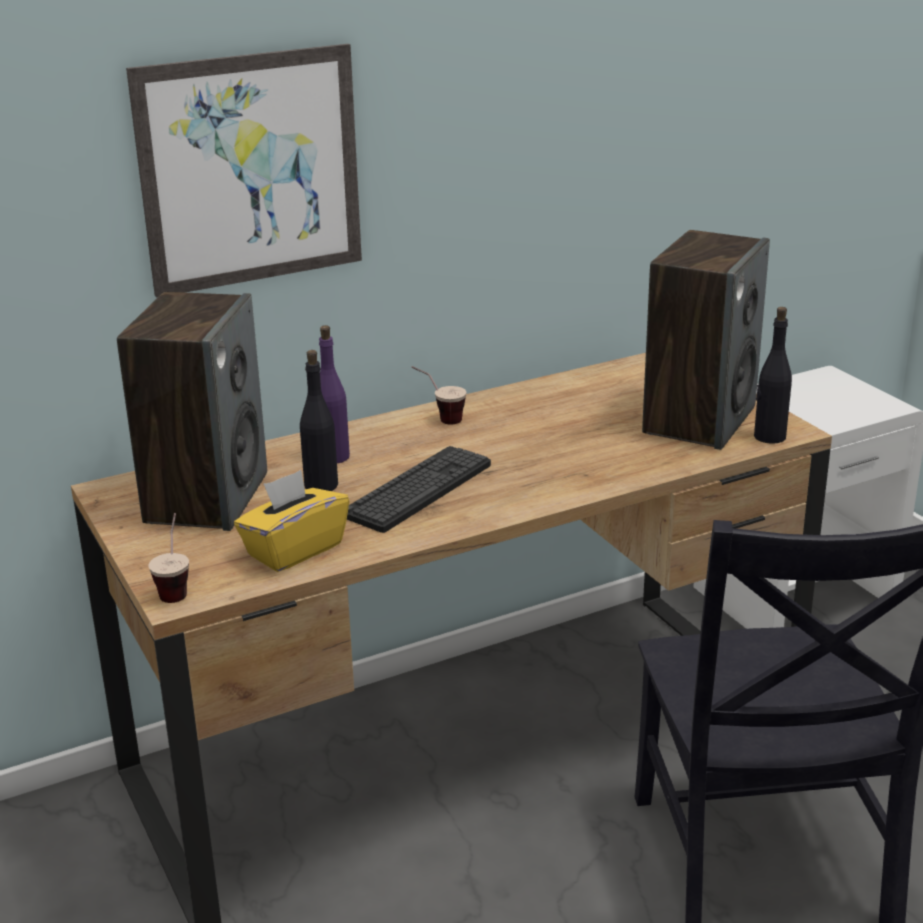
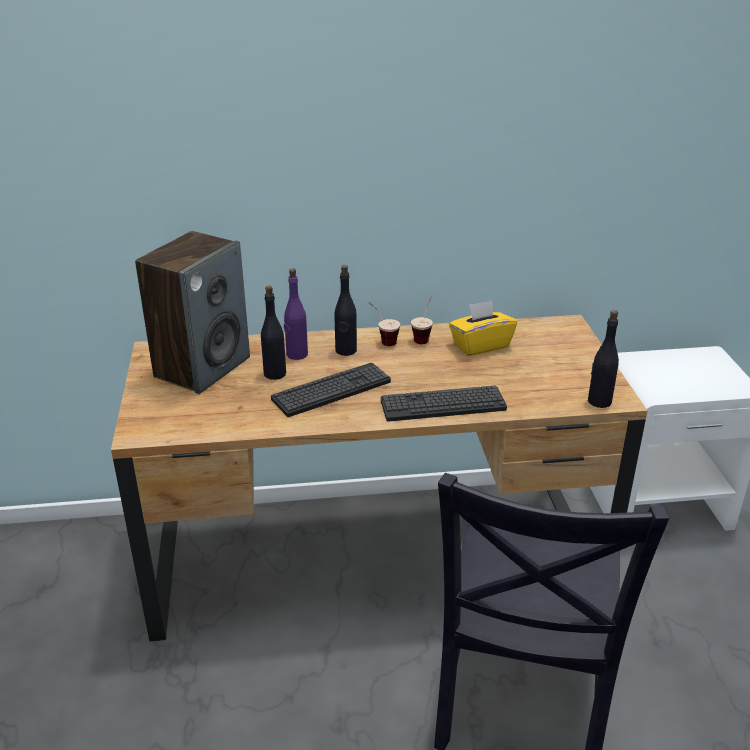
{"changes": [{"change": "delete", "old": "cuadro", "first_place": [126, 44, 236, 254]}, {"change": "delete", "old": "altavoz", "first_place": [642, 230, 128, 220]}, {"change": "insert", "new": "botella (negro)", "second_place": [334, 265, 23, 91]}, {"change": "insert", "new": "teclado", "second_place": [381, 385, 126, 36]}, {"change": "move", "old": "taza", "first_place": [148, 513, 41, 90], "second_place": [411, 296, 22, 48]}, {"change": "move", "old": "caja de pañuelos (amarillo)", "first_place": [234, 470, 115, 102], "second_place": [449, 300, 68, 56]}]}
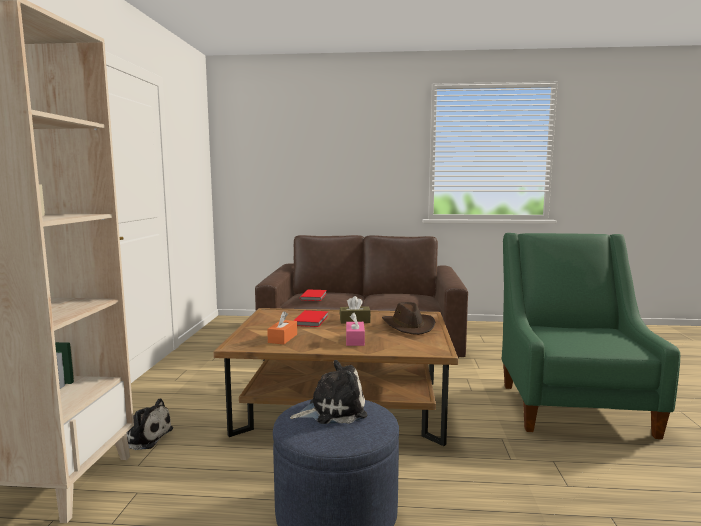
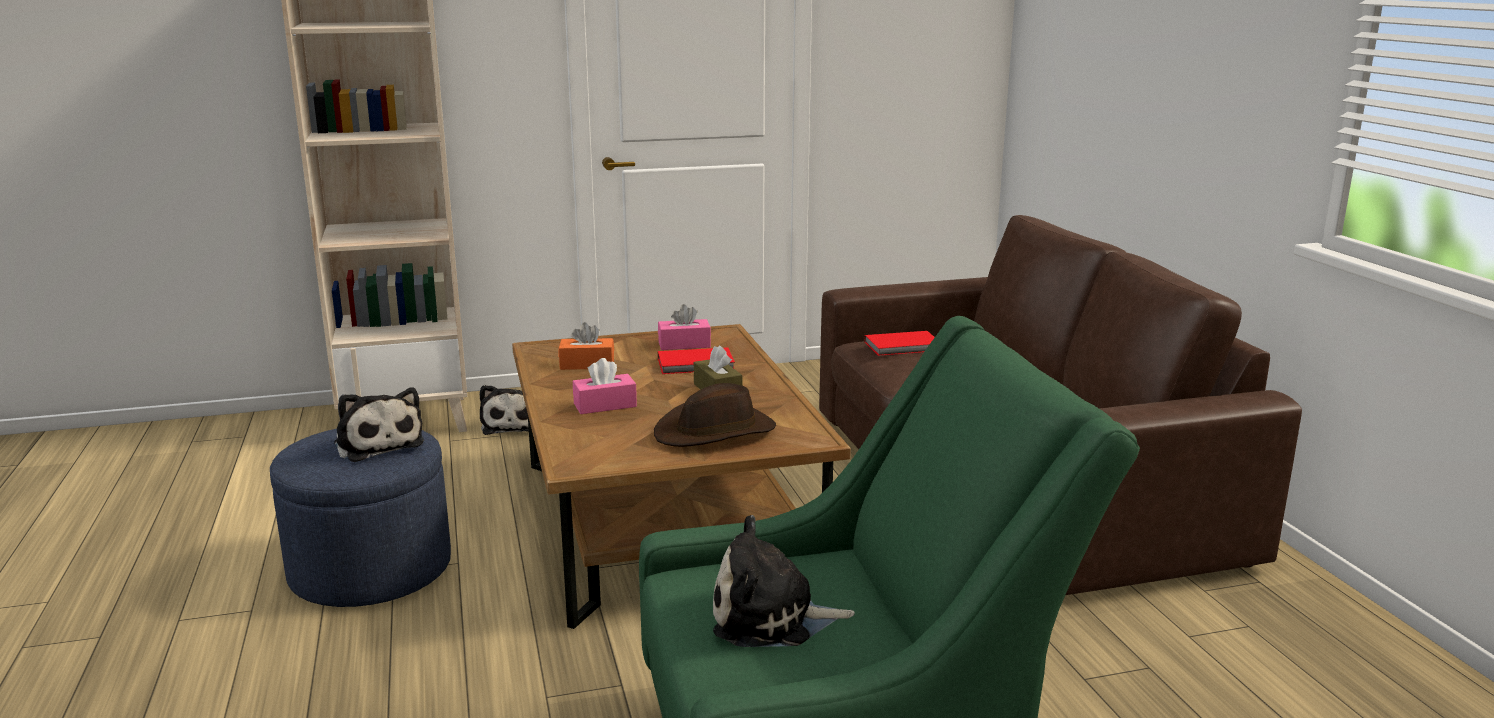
{"changes": [{"change": "insert", "new": "caja de pañuelos (rosa)", "second_place": [658, 304, 53, 46]}, {"change": "insert", "new": "peluche", "second_place": [713, 515, 142, 132]}]}
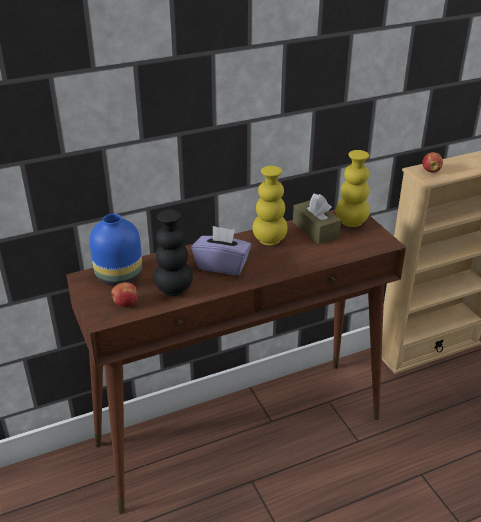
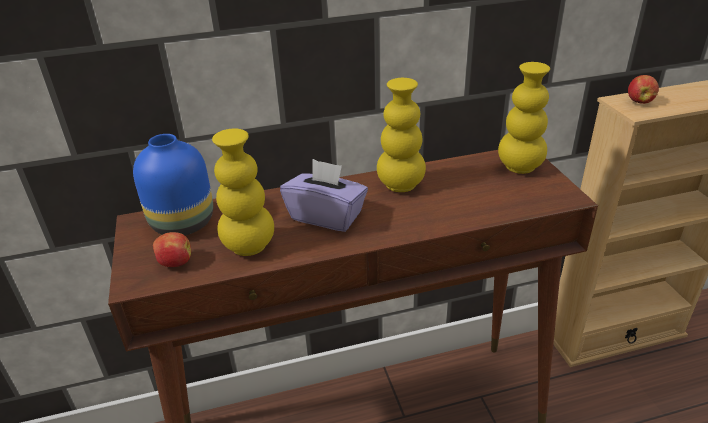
{"changes": [{"change": "delete", "old": "caja de pañuelos (marrón)", "first_place": [293, 194, 48, 50]}, {"change": "recolor", "old": "florero (negro)", "new": "florero (amarillo)", "first_place": [154, 210, 39, 86], "second_place": [212, 128, 62, 128]}]}
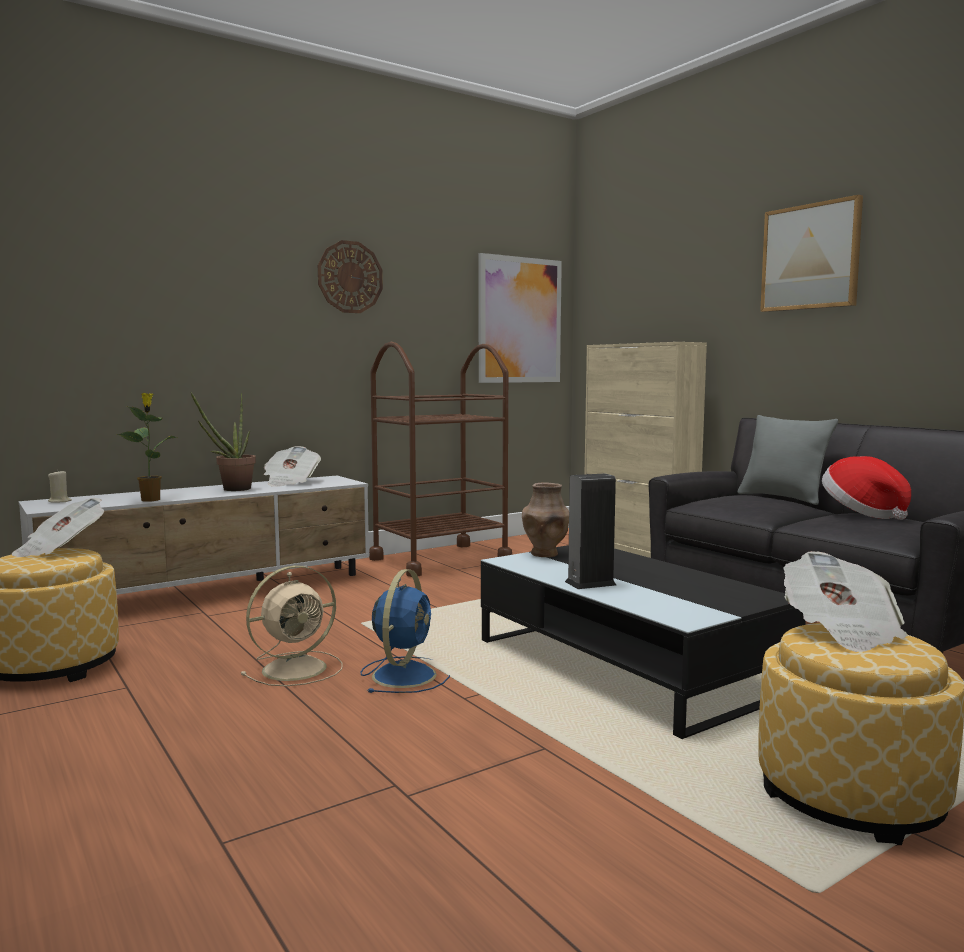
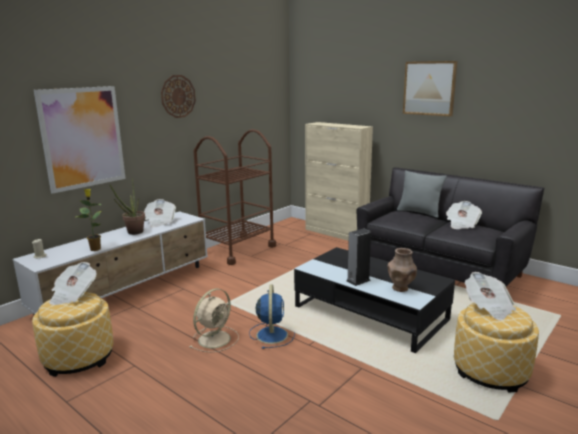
{"changes": [{"change": "move", "old": "cuadro", "first_place": [479, 253, 83, 130], "second_place": [34, 86, 92, 108]}, {"change": "move", "old": "florero (marrón)", "first_place": [522, 483, 47, 74], "second_place": [388, 248, 29, 44]}, {"change": "replace", "old": "sombrero", "new": "periódico", "first_place": [822, 456, 89, 64], "second_place": [446, 201, 36, 28]}]}
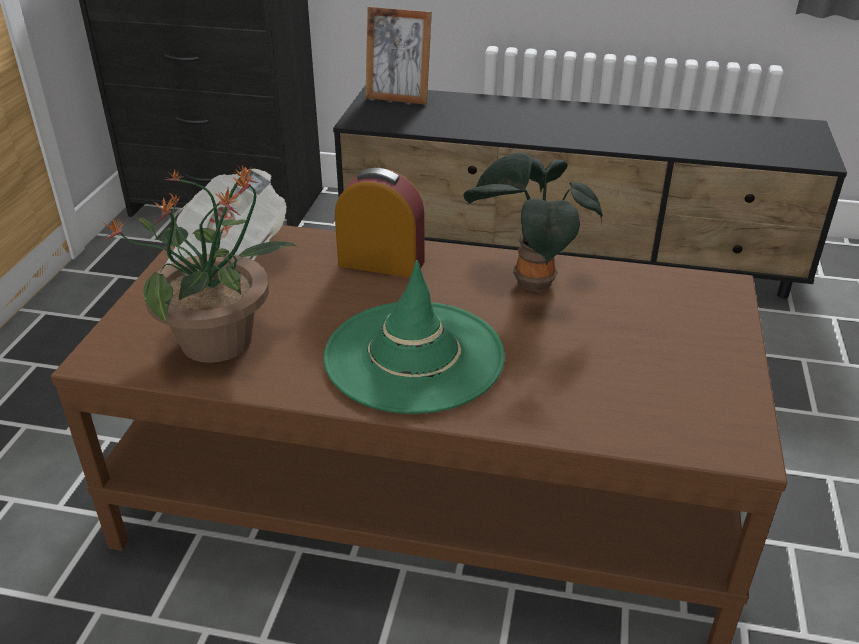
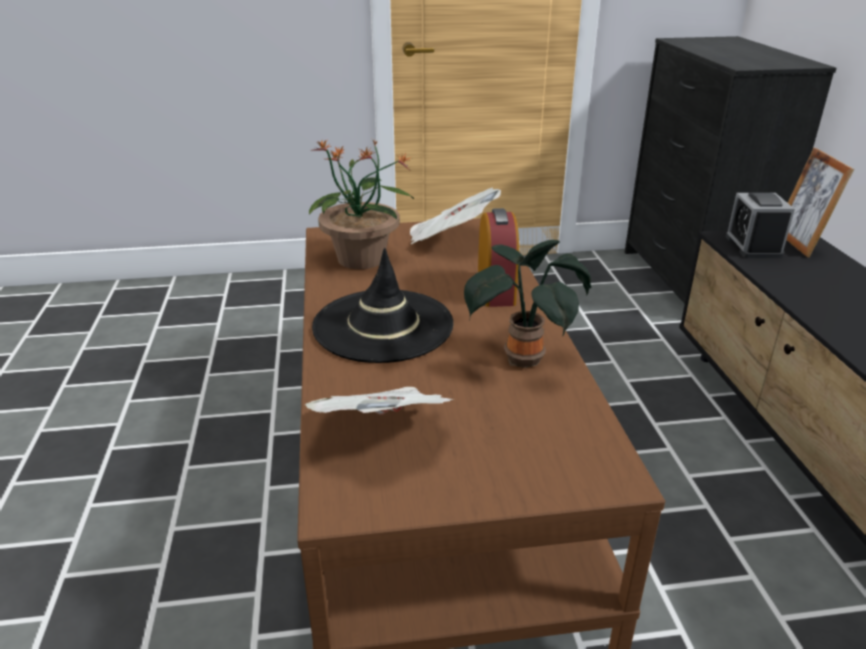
{"changes": [{"change": "insert", "new": "periódico", "second_place": [305, 387, 150, 28]}, {"change": "insert", "new": "despertador", "second_place": [726, 193, 69, 65]}, {"change": "recolor", "old": "sombrero (verde)", "new": "sombrero (negro)", "first_place": [323, 260, 182, 154], "second_place": [312, 248, 142, 115]}]}
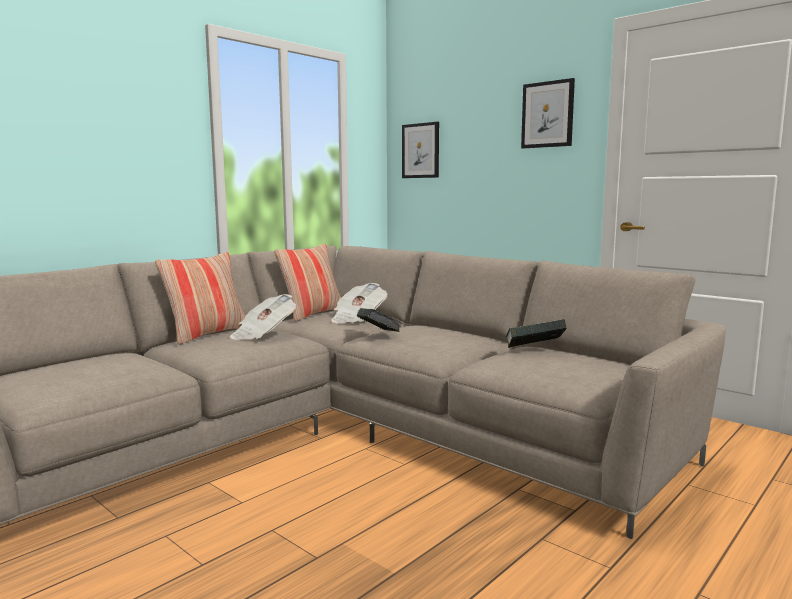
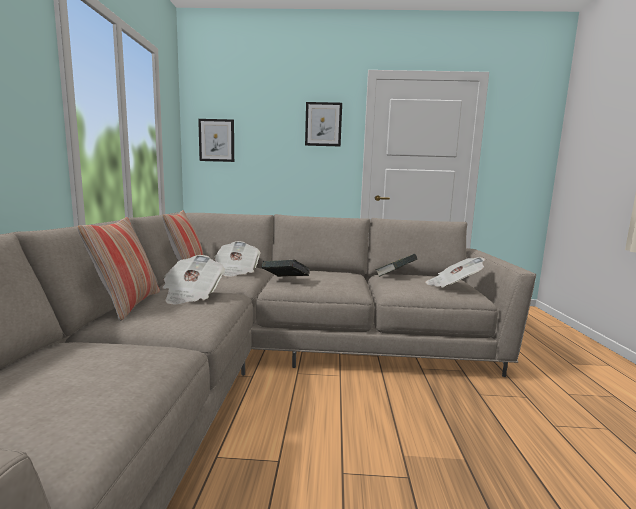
{"changes": [{"change": "insert", "new": "periódico", "second_place": [425, 257, 60, 30]}]}
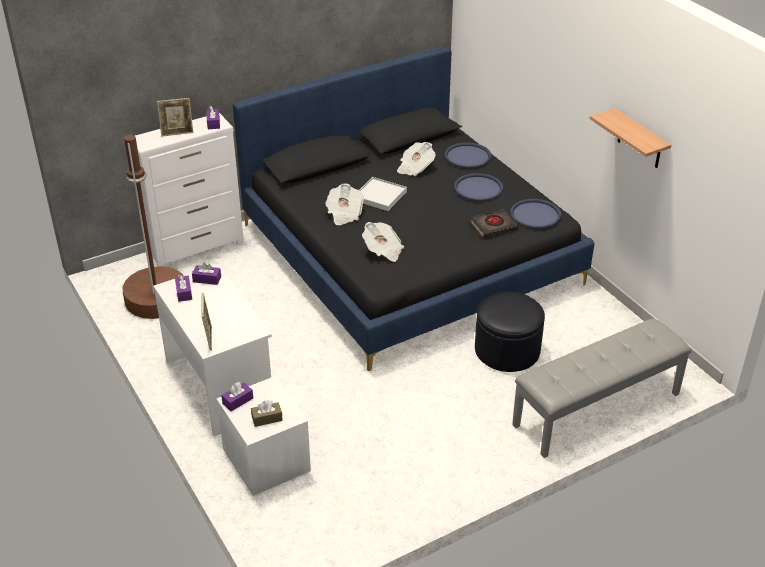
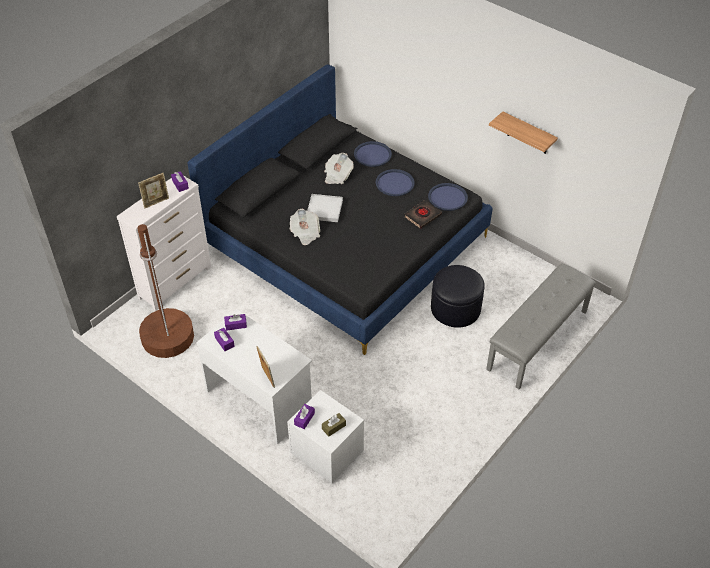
{"changes": [{"change": "delete", "old": "periódico", "first_place": [362, 222, 42, 40]}]}
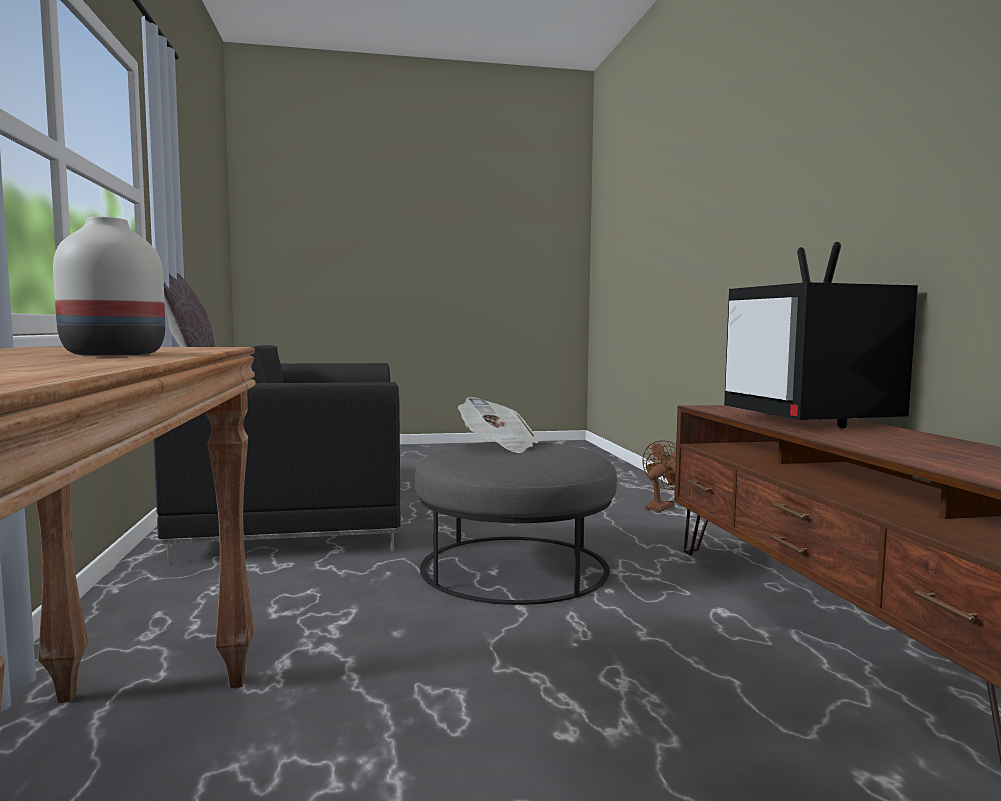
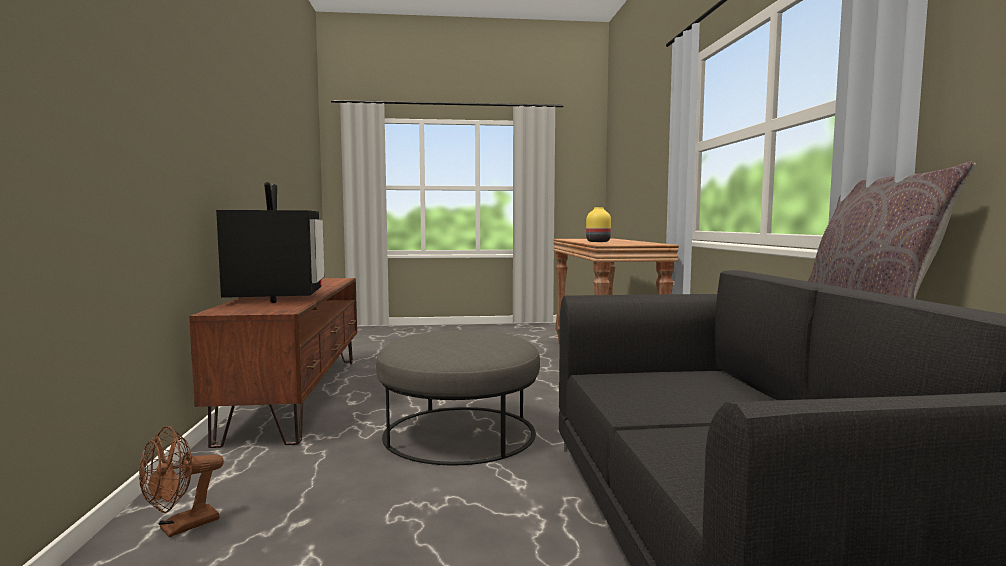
{"changes": [{"change": "delete", "old": "periódico", "first_place": [458, 397, 81, 56]}, {"change": "recolor", "old": "florero (blanco)", "new": "florero (amarillo)", "first_place": [53, 216, 112, 140], "second_place": [586, 207, 25, 35]}]}
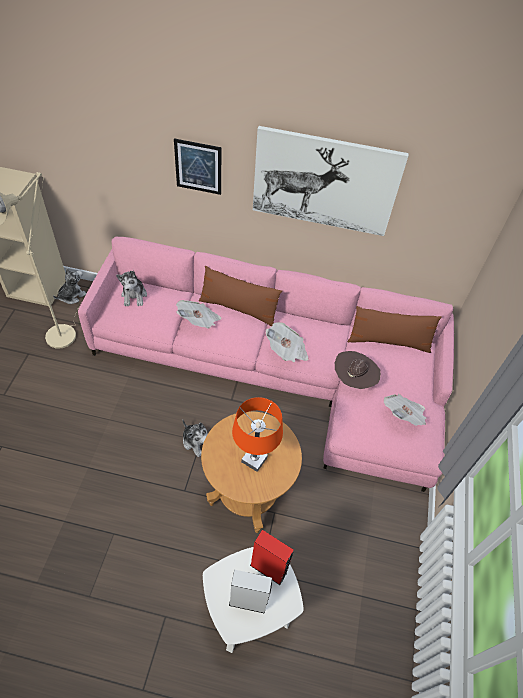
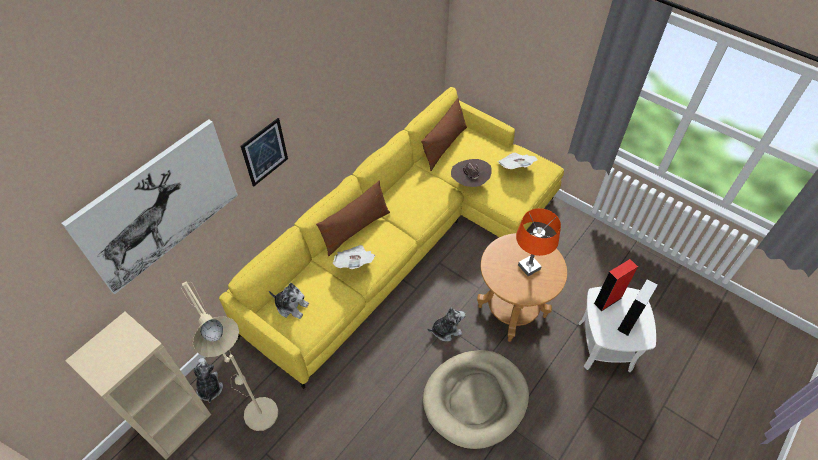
{"changes": [{"change": "delete", "old": "periódico", "first_place": [266, 322, 42, 40]}, {"change": "insert", "new": "cama para perro (beis)", "second_place": [423, 350, 106, 99]}, {"change": "move", "old": "cuadro", "first_place": [253, 126, 156, 110], "second_place": [62, 119, 176, 175]}, {"change": "recolor", "old": "sofá (rosa)", "new": "sofá (amarillo)", "first_place": [78, 237, 376, 255], "second_place": [219, 87, 345, 302]}]}
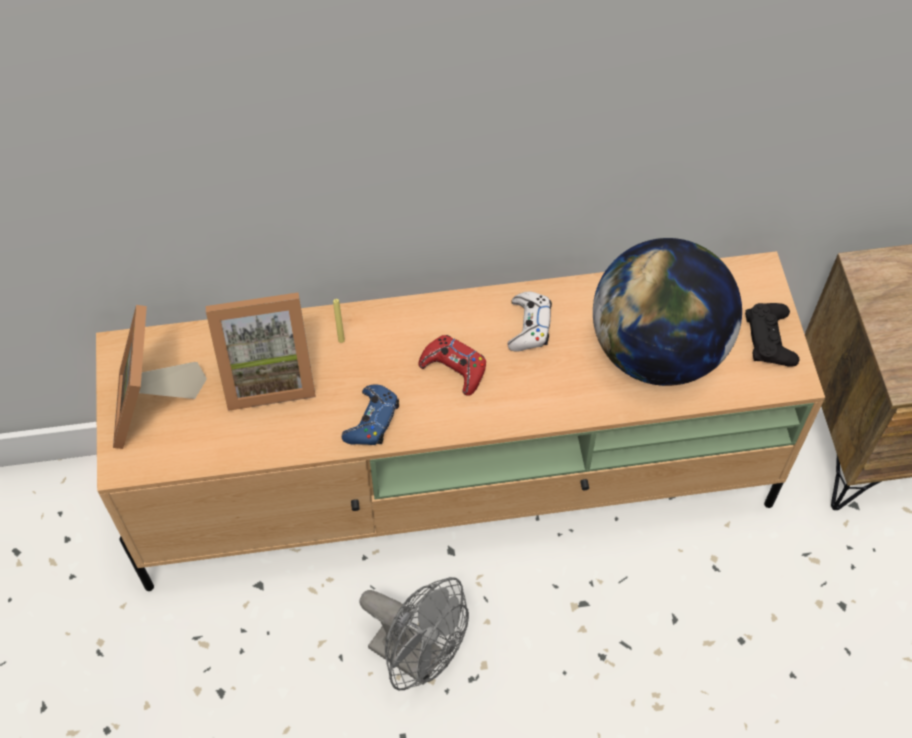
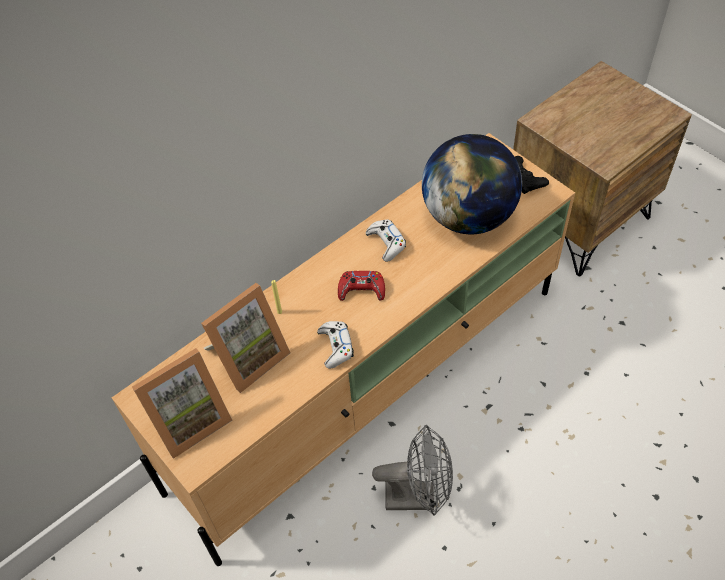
{"changes": [{"change": "recolor", "old": "mando de consola (azul)", "new": "mando de consola (blanco)", "first_place": [342, 384, 57, 61], "second_place": [317, 321, 37, 48]}, {"change": "rotate", "old": "portarretratos", "first_place": [113, 305, 94, 144], "second_place": [132, 348, 101, 111], "degrees": -90}]}
